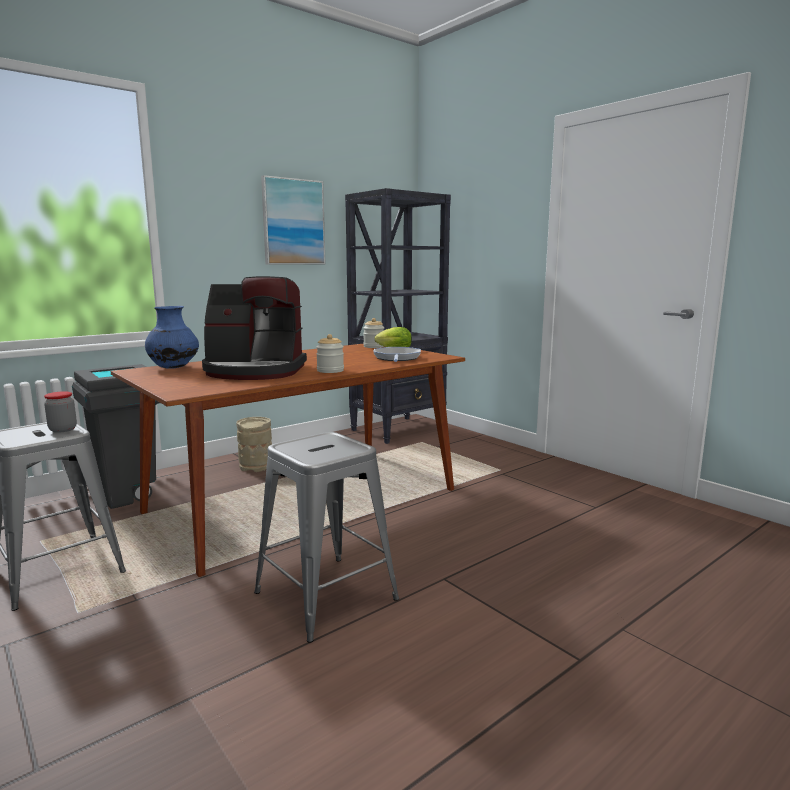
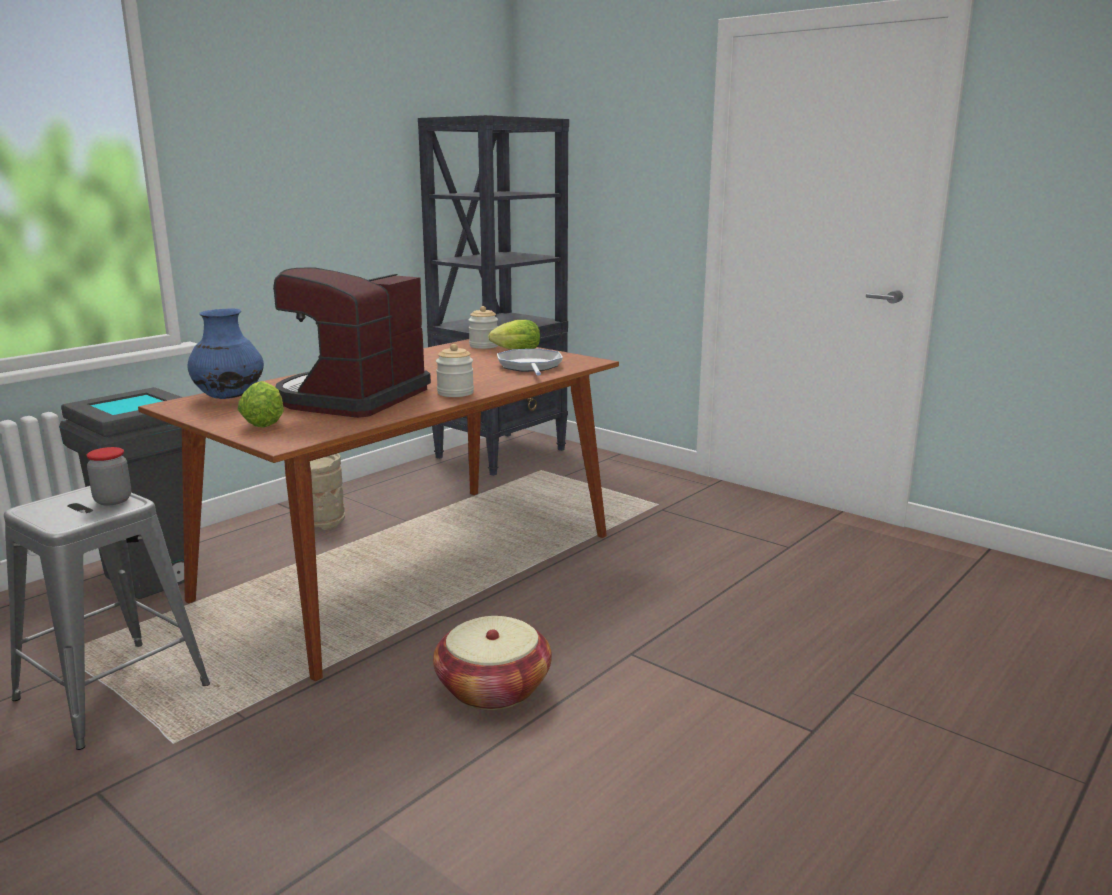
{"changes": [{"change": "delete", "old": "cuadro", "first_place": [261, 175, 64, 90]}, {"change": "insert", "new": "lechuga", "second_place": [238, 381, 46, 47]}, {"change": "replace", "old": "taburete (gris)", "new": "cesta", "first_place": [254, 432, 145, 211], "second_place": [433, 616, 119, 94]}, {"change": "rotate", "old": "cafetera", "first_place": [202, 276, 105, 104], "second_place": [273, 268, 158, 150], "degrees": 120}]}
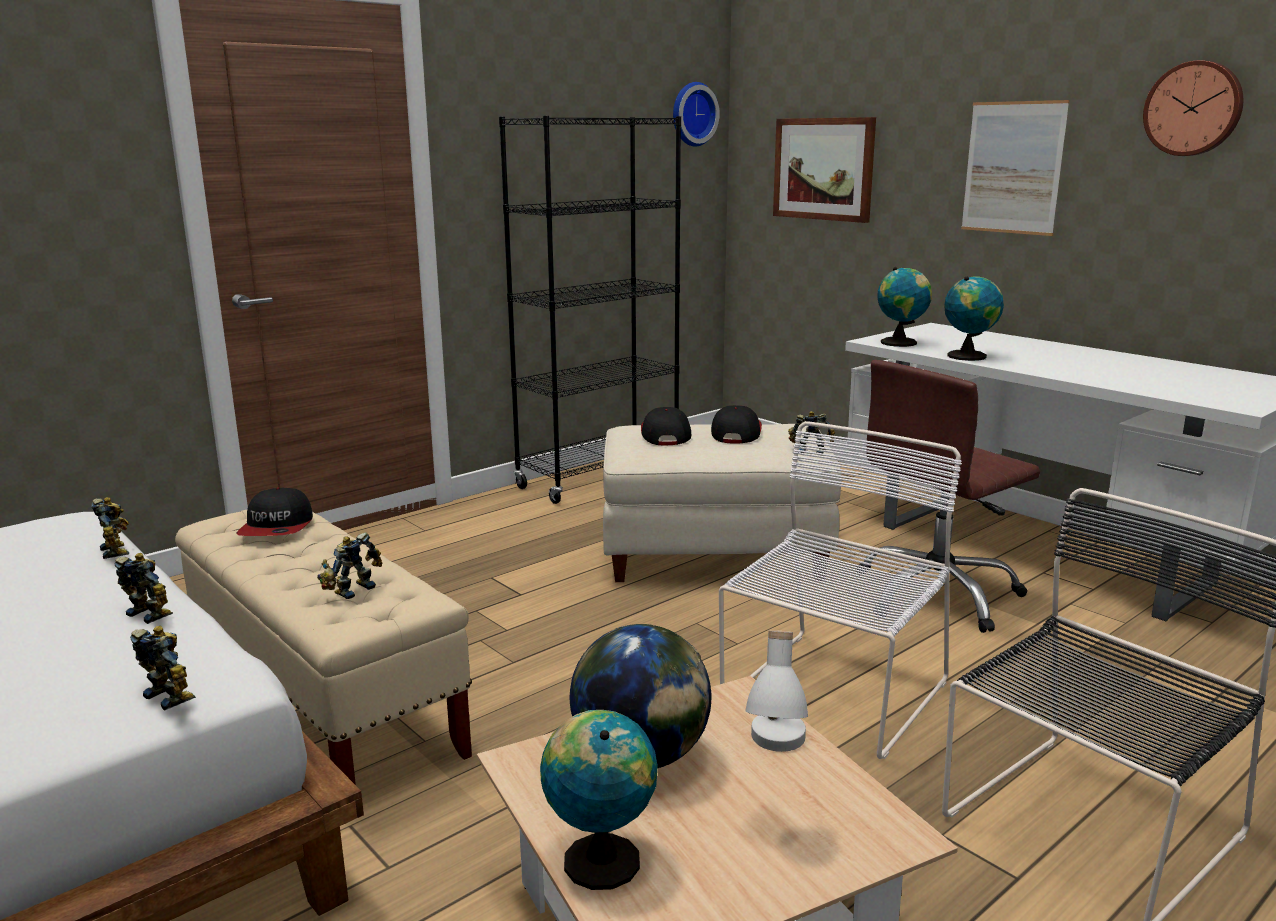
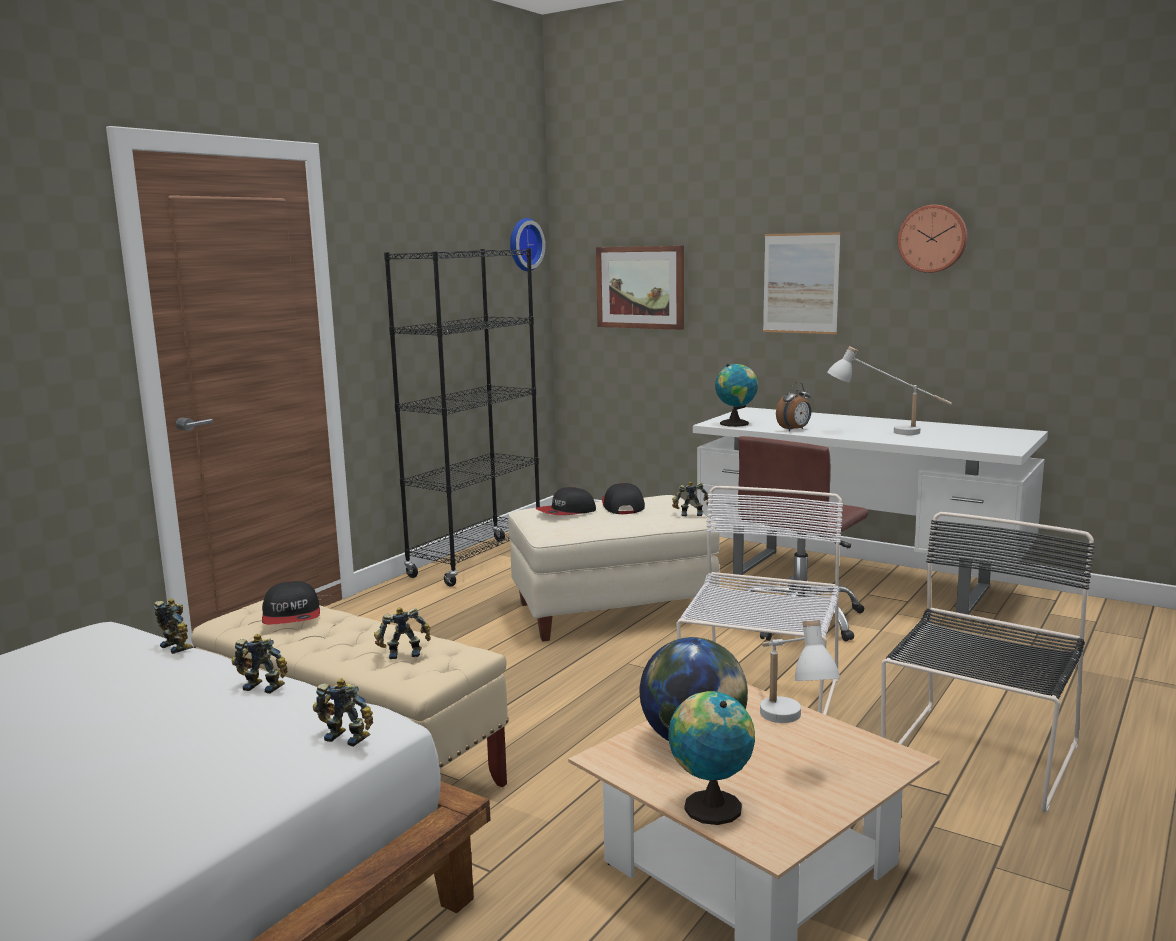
{"changes": [{"change": "insert", "new": "lámpara de mesa (blanco)", "second_place": [827, 346, 125, 89]}, {"change": "replace", "old": "globo terráqueo", "new": "despertador", "first_place": [944, 276, 60, 85], "second_place": [776, 382, 36, 49]}, {"change": "rotate", "old": "robot de juguete", "first_place": [317, 533, 65, 66], "second_place": [374, 607, 57, 52], "degrees": 60}, {"change": "rotate", "old": "gorra", "first_place": [641, 407, 50, 39], "second_place": [536, 487, 60, 28], "degrees": -105}]}
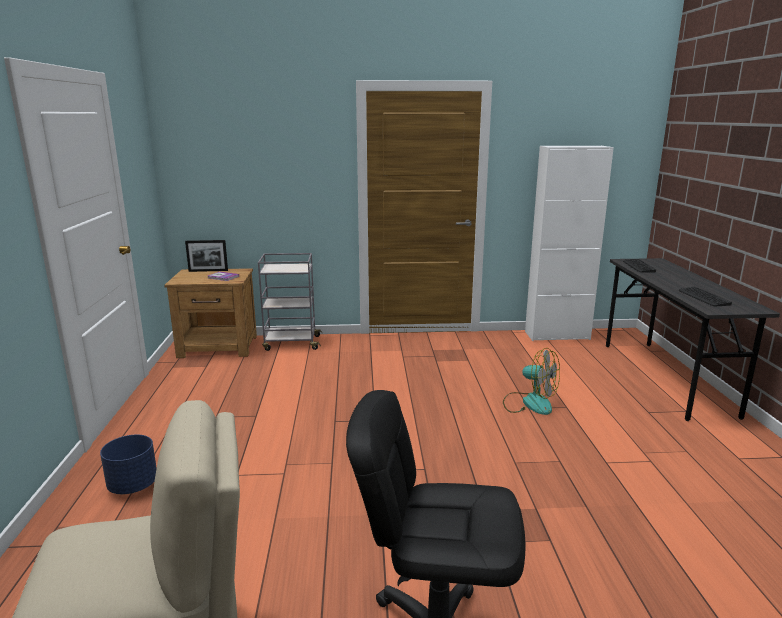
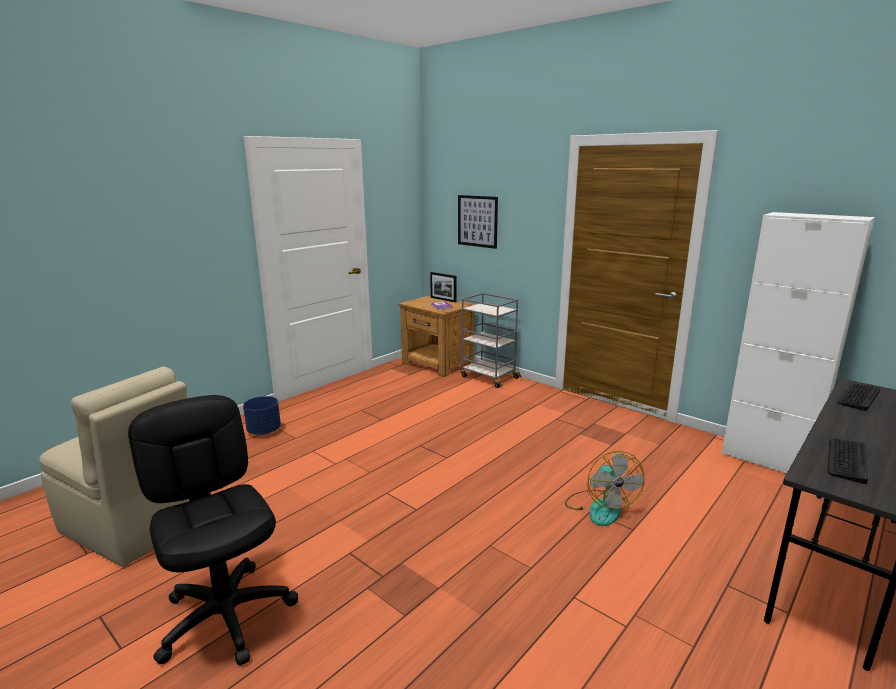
{"changes": [{"change": "insert", "new": "cuadro", "second_place": [458, 195, 40, 54]}]}
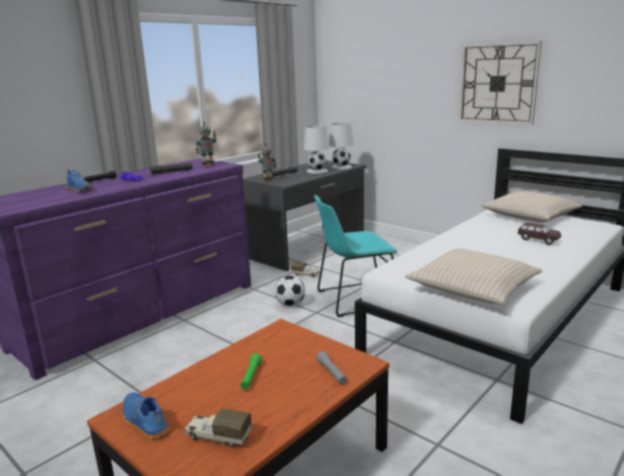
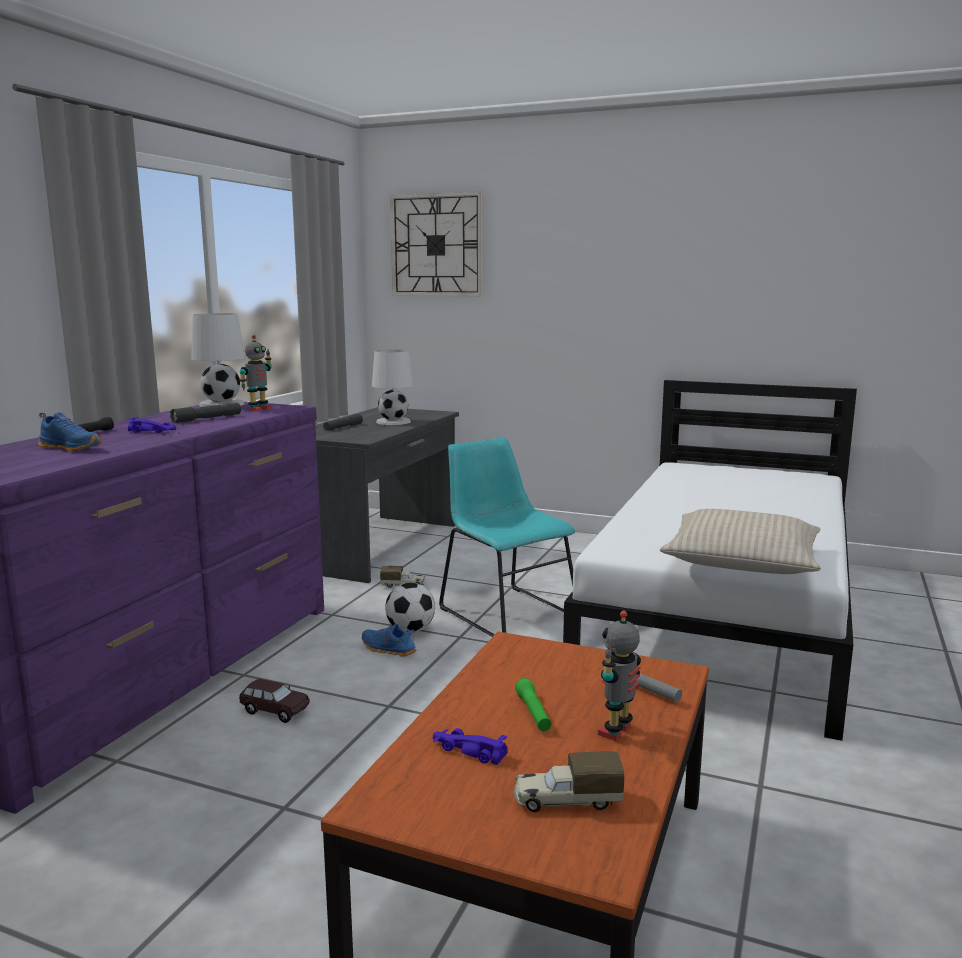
{"changes": [{"change": "delete", "old": "cojín (beis)", "first_place": [481, 191, 101, 32]}, {"change": "insert", "new": "coche de juguete (morado)", "second_place": [433, 728, 75, 37]}, {"change": "move", "old": "zapato (azul)", "first_place": [123, 392, 46, 47], "second_place": [362, 624, 55, 33]}, {"change": "move", "old": "robot de juguete", "first_place": [258, 143, 18, 39], "second_place": [598, 610, 43, 131]}, {"change": "move", "old": "lámpara de mesa (blanco)", "first_place": [329, 123, 25, 47], "second_place": [191, 313, 55, 94]}, {"change": "move", "old": "reloj de pared", "first_place": [459, 41, 83, 84], "second_place": [390, 191, 92, 105]}, {"change": "move", "old": "coche de juguete (marrón)", "first_place": [518, 222, 43, 23], "second_place": [239, 679, 71, 44]}, {"change": "rotate", "old": "silla (turquesa)", "first_place": [314, 195, 83, 122], "second_place": [439, 438, 136, 199], "degrees": 90}]}
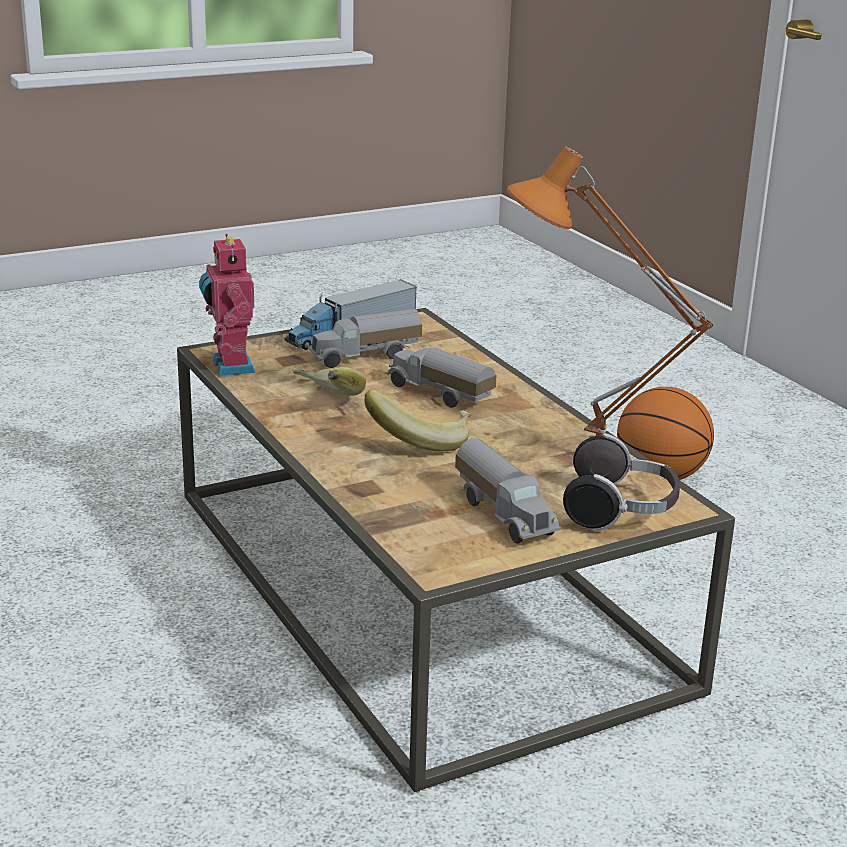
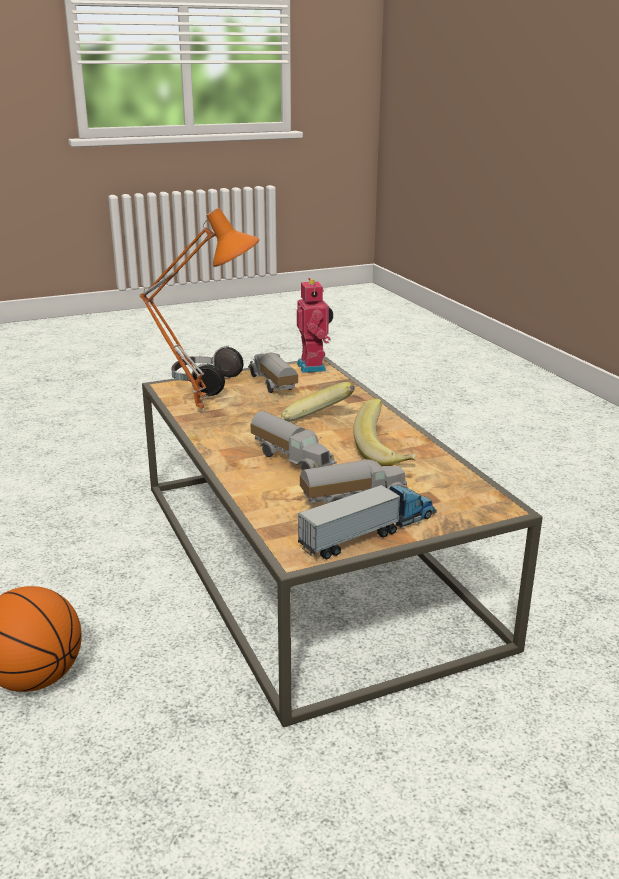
{"changes": [{"change": "move", "old": "robot de juguete", "first_place": [199, 234, 56, 142], "second_place": [297, 278, 36, 95]}]}
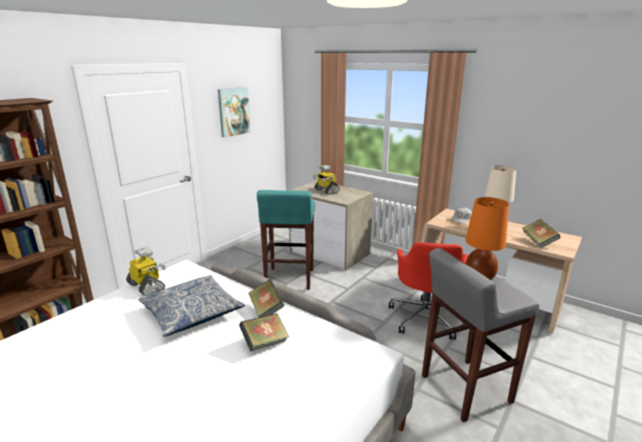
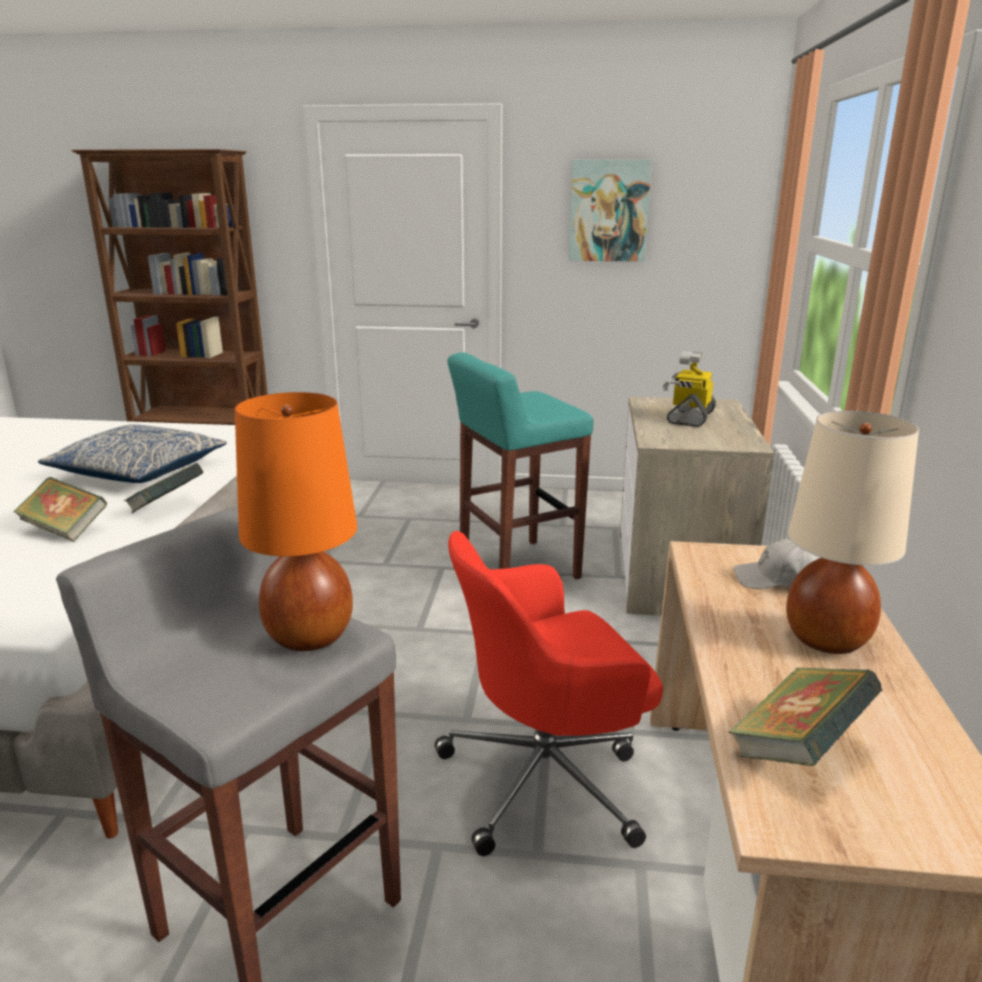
{"changes": [{"change": "delete", "old": "robot de juguete", "first_place": [126, 247, 40, 49]}]}
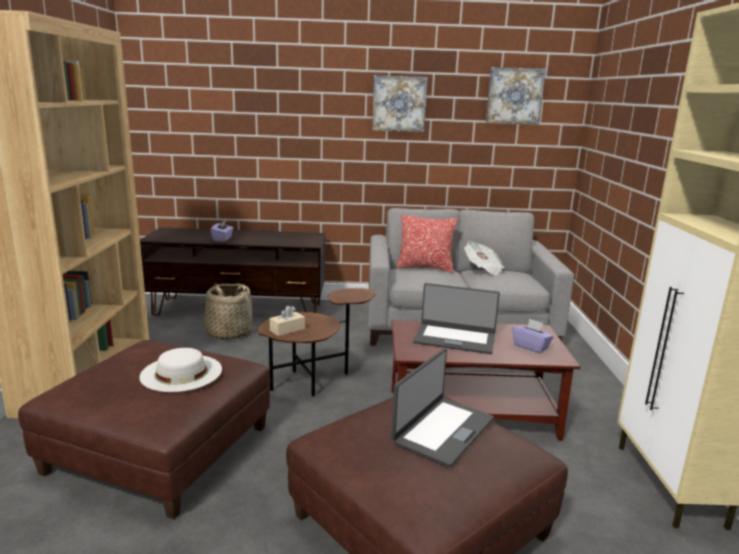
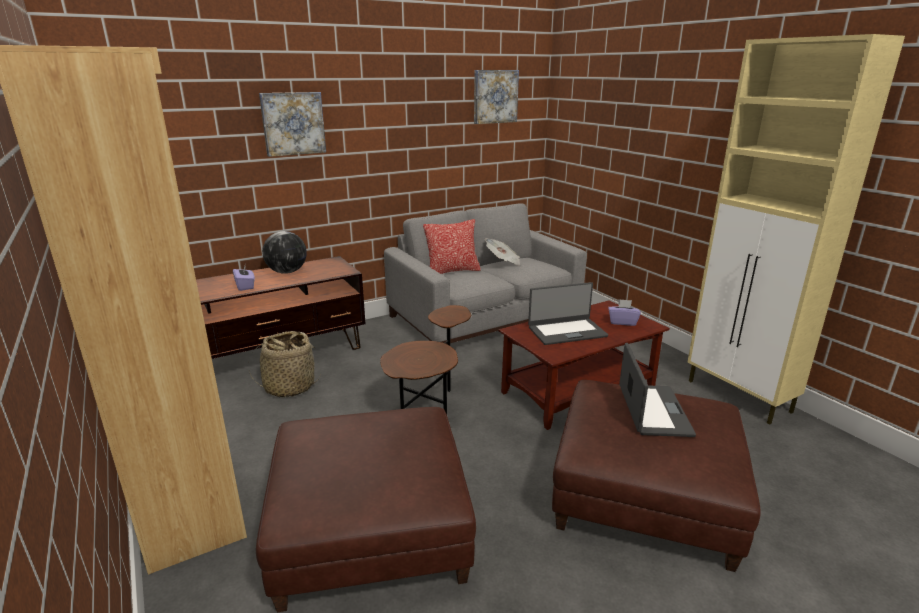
{"changes": [{"change": "delete", "old": "sombrero (blanco)", "first_place": [139, 348, 83, 44]}, {"change": "delete", "old": "caja de pañuelos (beis)", "first_place": [270, 305, 35, 31]}, {"change": "insert", "new": "globo terráqueo", "second_place": [262, 231, 45, 43]}, {"change": "move", "old": "cuadro", "first_place": [372, 75, 56, 57], "second_place": [259, 92, 67, 65]}]}
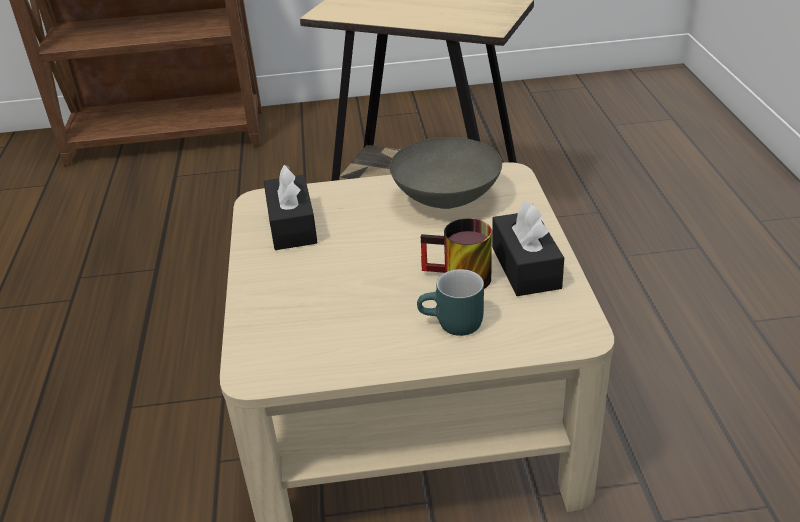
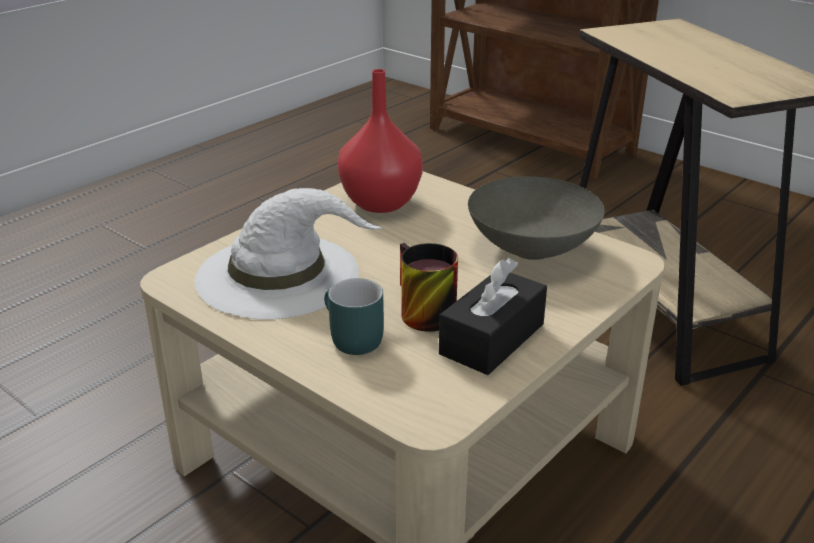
{"changes": [{"change": "insert", "new": "sombrero (blanco)", "second_place": [195, 188, 190, 132]}, {"change": "replace", "old": "caja de pañuelos (negro)", "new": "florero (rojo)", "first_place": [264, 165, 54, 85], "second_place": [338, 69, 85, 144]}]}
